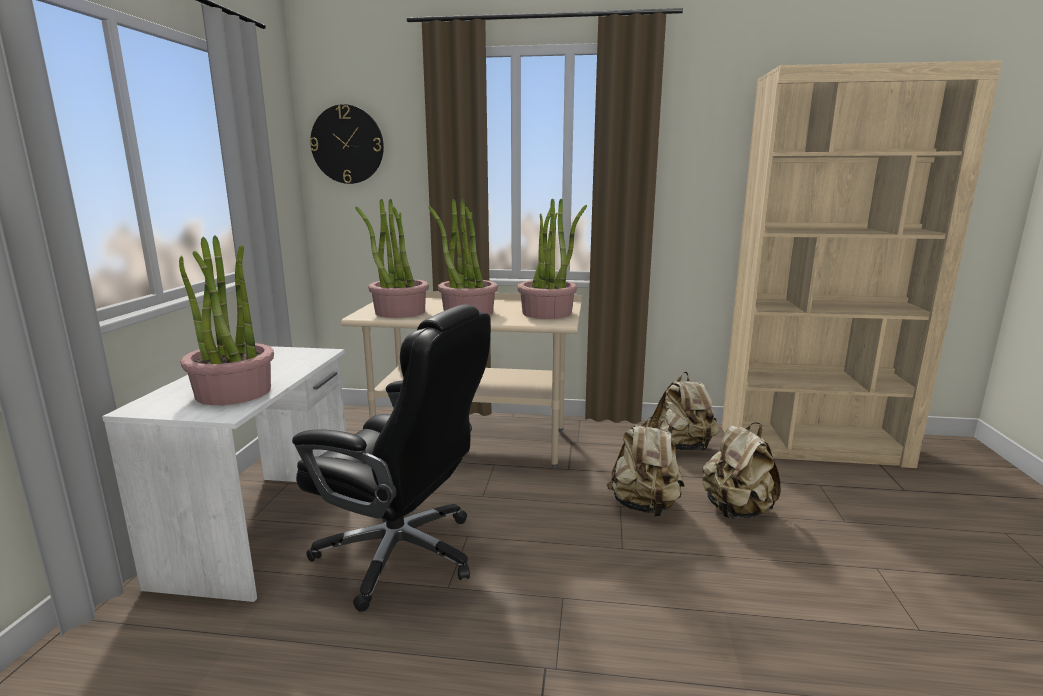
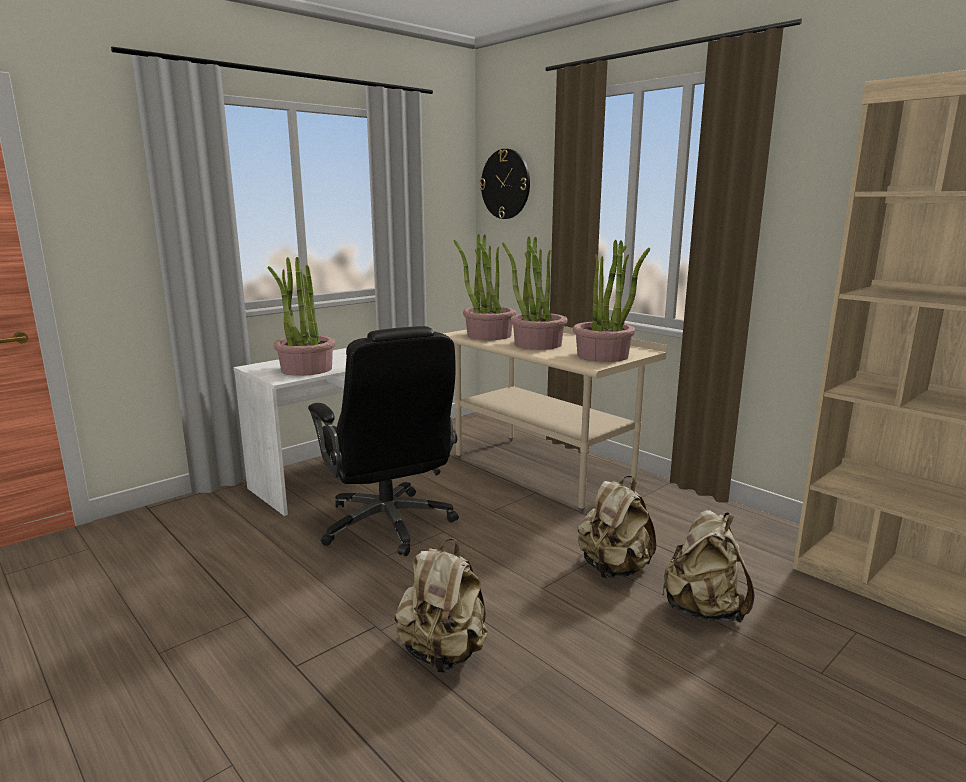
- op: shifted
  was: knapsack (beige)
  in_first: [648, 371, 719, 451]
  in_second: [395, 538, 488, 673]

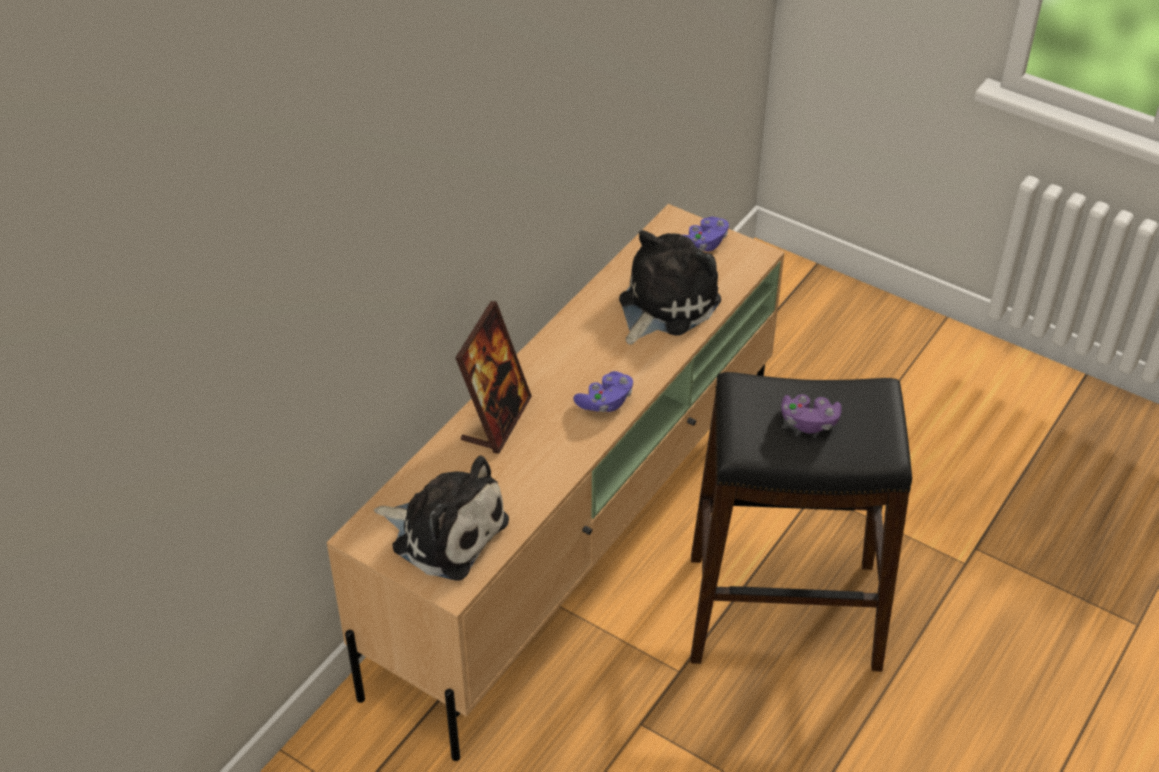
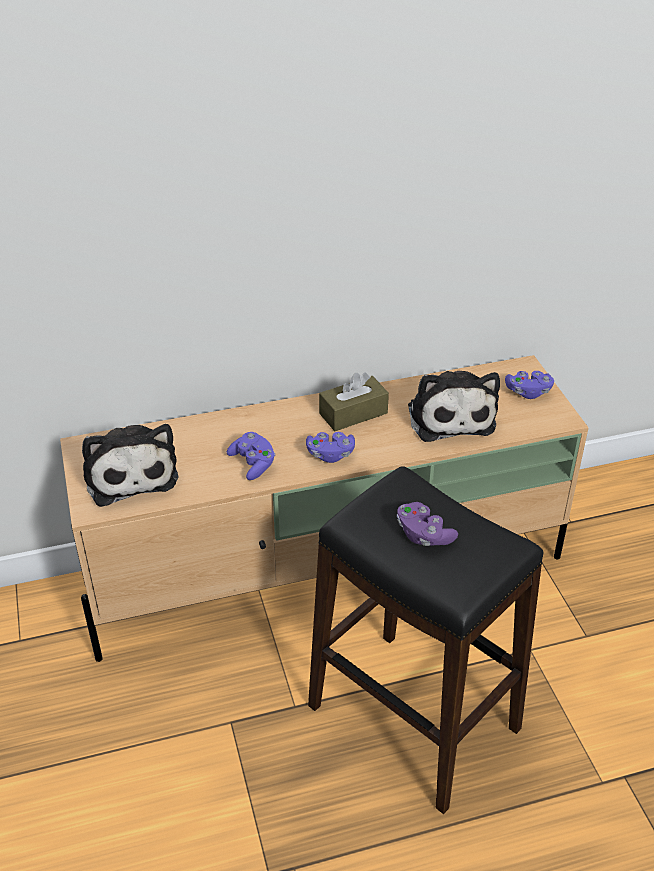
- op: gone
  was: picture frame
  in_first: [455, 301, 532, 454]
- op: rotated
  was: plush toy
  in_first: [619, 230, 721, 345]
  in_second: [408, 371, 500, 442]
  clockwise: 90
- op: new
  now: gamepad (purple)
  in_second: [227, 432, 275, 480]
- op: new
  now: tissue box (brownish)
  in_second: [319, 372, 389, 431]

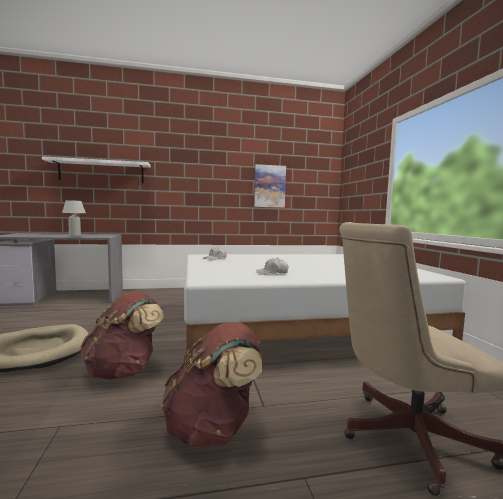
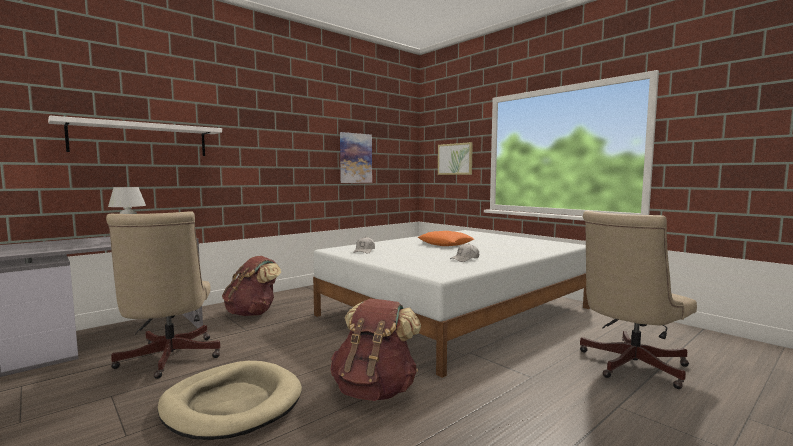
- op: shifted
  was: knapsack (brownish)
  in_first: [161, 322, 263, 447]
  in_second: [222, 256, 281, 316]
- op: new
  now: office chair (beige)
  in_second: [106, 211, 220, 379]
- op: new
  now: throw pillow (orangey)
  in_second: [418, 231, 474, 246]
- op: new
  now: wall art
  in_second: [438, 142, 473, 175]

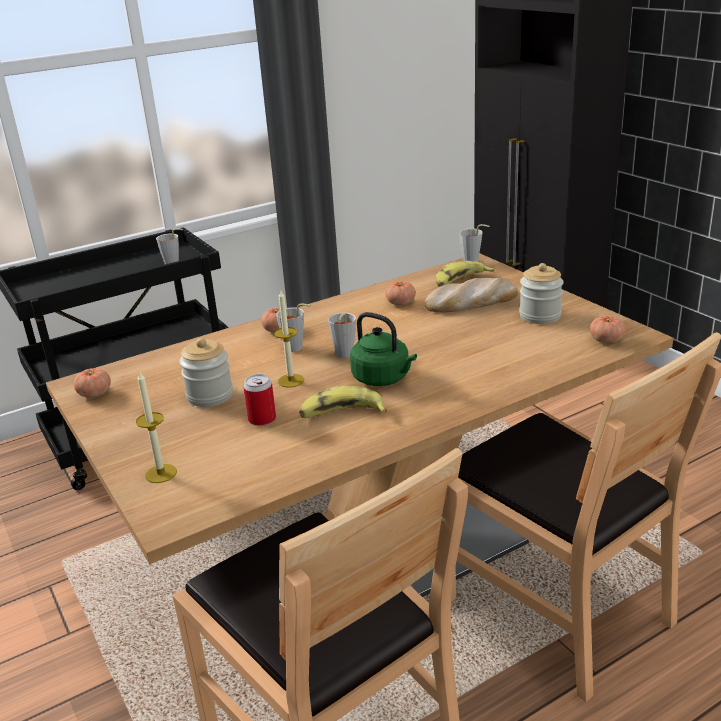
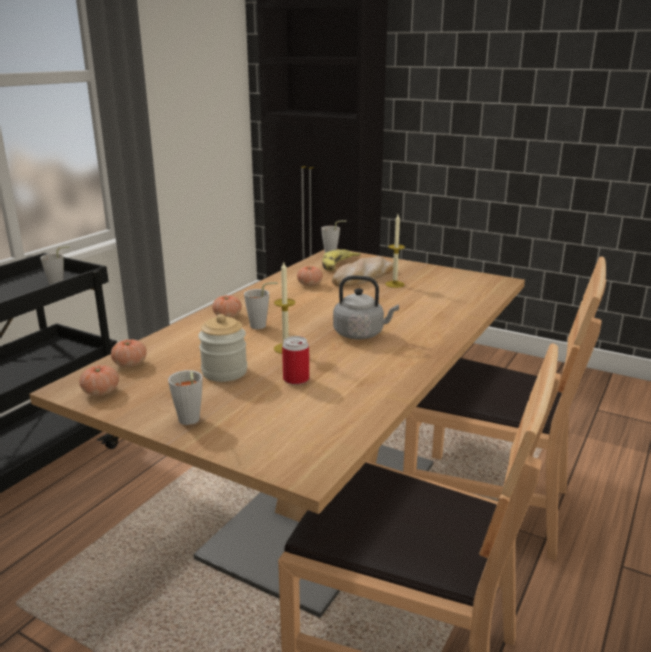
- op: shifted
  was: wax light
  in_first: [136, 371, 177, 483]
  in_second: [385, 215, 405, 288]
- op: gone
  was: whole banana
  in_first: [299, 386, 387, 418]
- op: shifted
  was: drinking cup (greyish)
  in_first: [328, 312, 356, 358]
  in_second: [168, 370, 203, 425]
- op: repainted
  was: water kettle (green)
  now: water kettle (greyish)
  in_first: [350, 312, 417, 386]
  in_second: [333, 275, 399, 339]
- op: gone
  was: storage jar
  in_first: [519, 263, 564, 324]
- op: shifted
  was: whole tomato
  in_first: [590, 316, 625, 343]
  in_second: [111, 339, 147, 367]

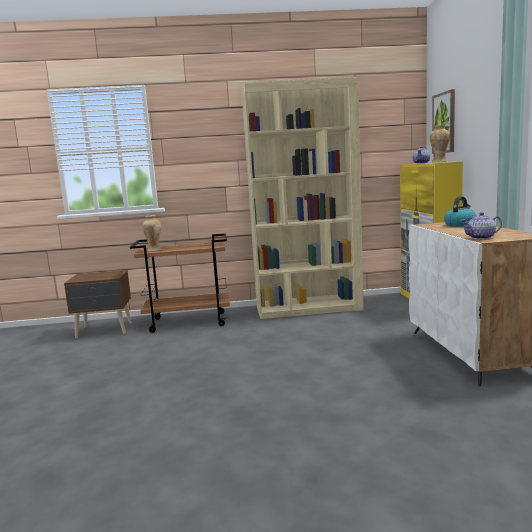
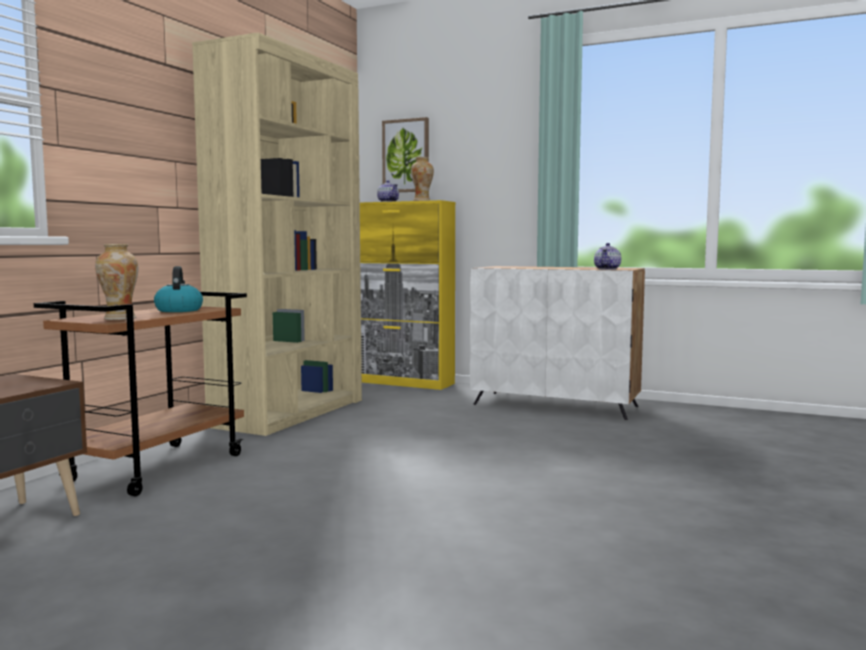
- op: shifted
  was: water kettle
  in_first: [444, 196, 476, 227]
  in_second: [154, 266, 203, 312]

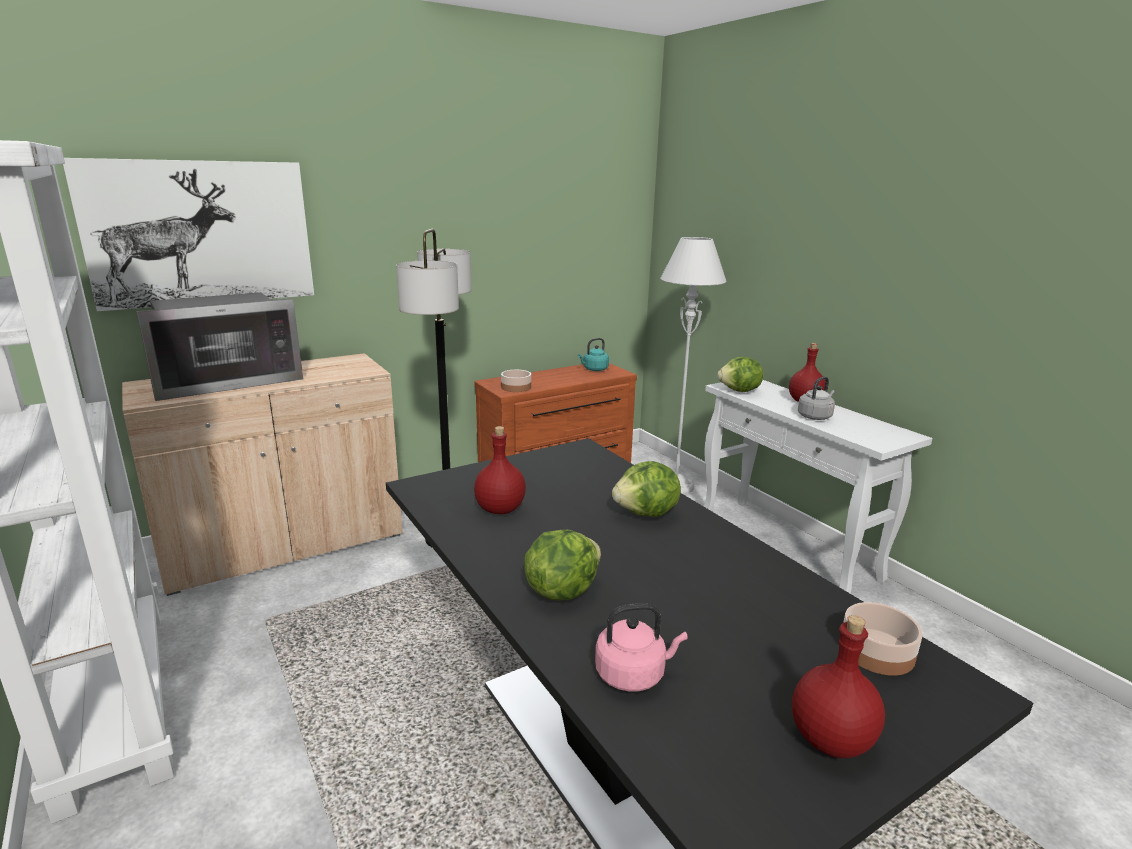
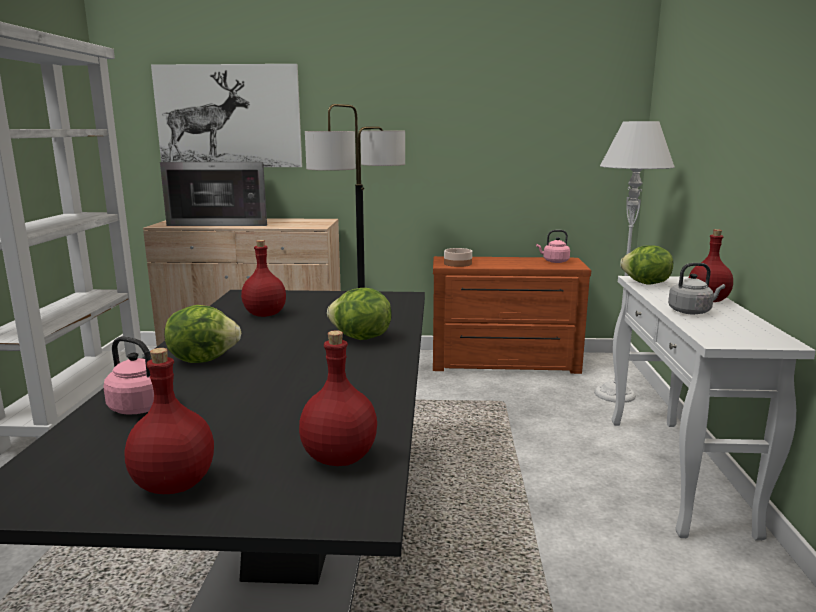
- op: repainted
  was: water kettle (turquoise)
  now: water kettle (pink-coloured)
  in_first: [578, 338, 609, 371]
  in_second: [536, 230, 570, 263]
- op: swapped
  was: deep dish
  now: drink bottle (red-coloured)
  in_first: [843, 602, 923, 676]
  in_second: [299, 330, 377, 466]

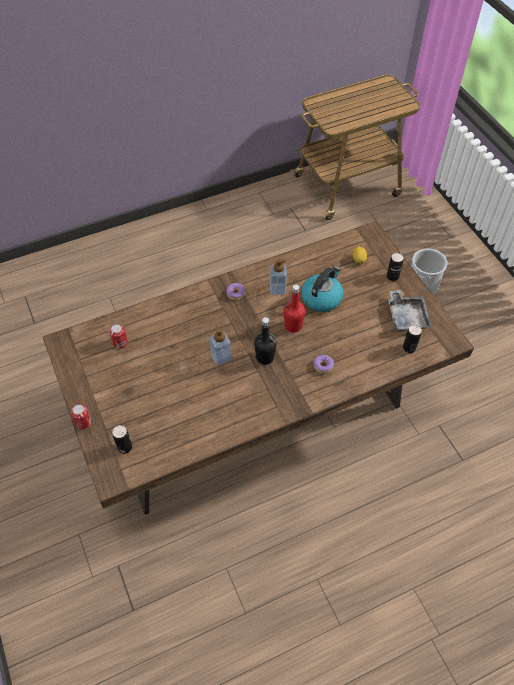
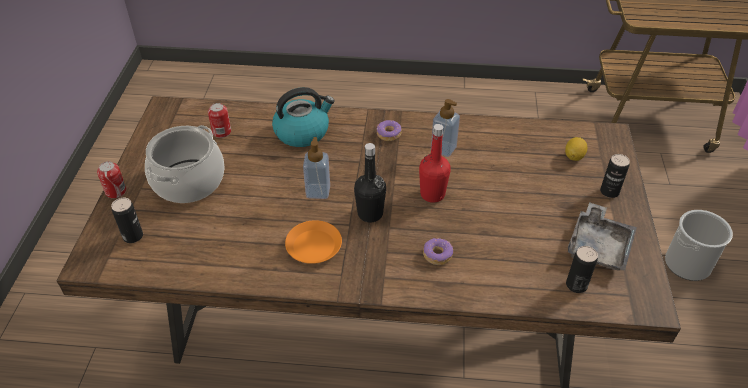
- op: shifted
  was: water kettle
  in_first: [301, 266, 343, 312]
  in_second: [272, 87, 335, 147]
- op: new
  now: saucepot
  in_second: [145, 125, 225, 203]
- op: new
  now: plate (orangey)
  in_second: [285, 220, 342, 264]

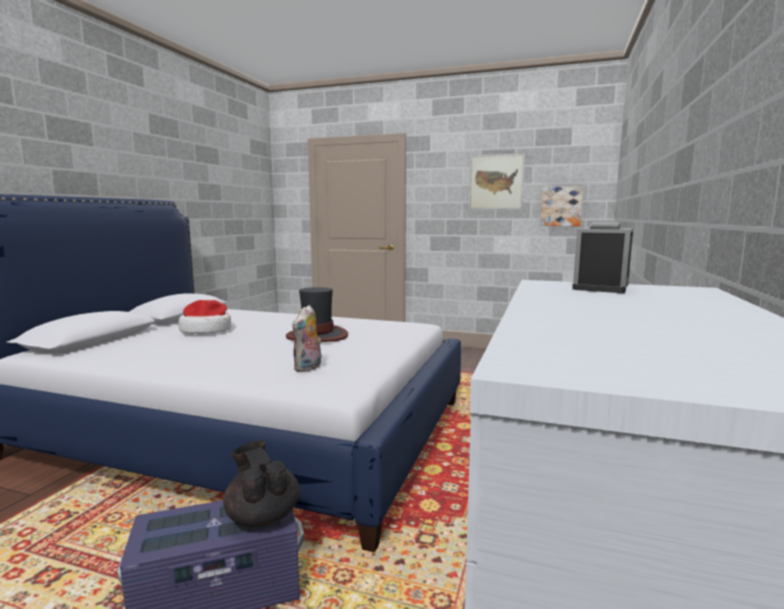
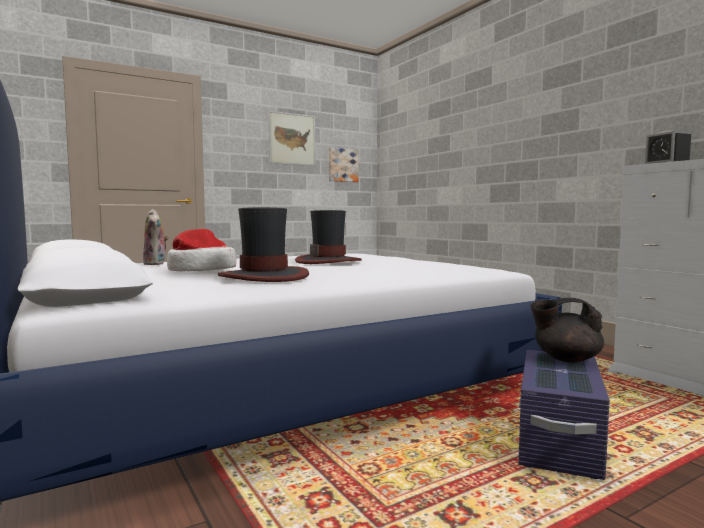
- op: shifted
  was: plush toy
  in_first: [293, 305, 321, 372]
  in_second: [143, 209, 168, 265]
- op: new
  now: clothing hat
  in_second: [218, 207, 309, 282]

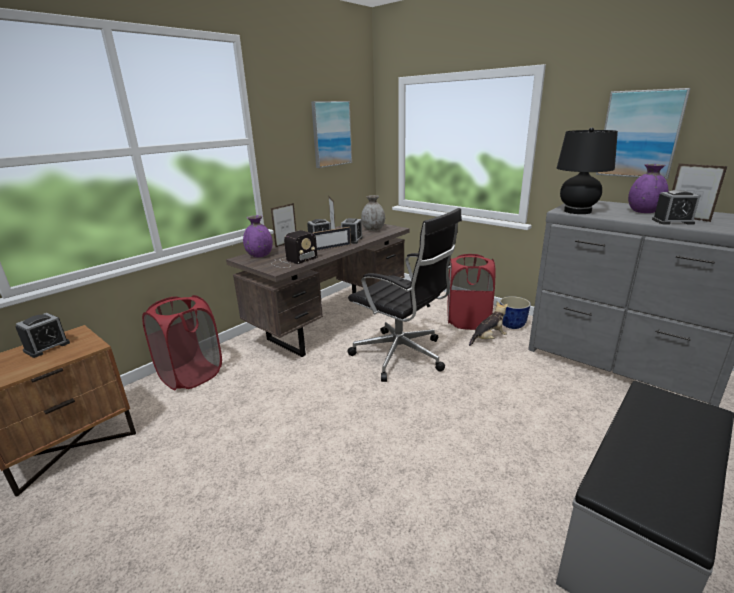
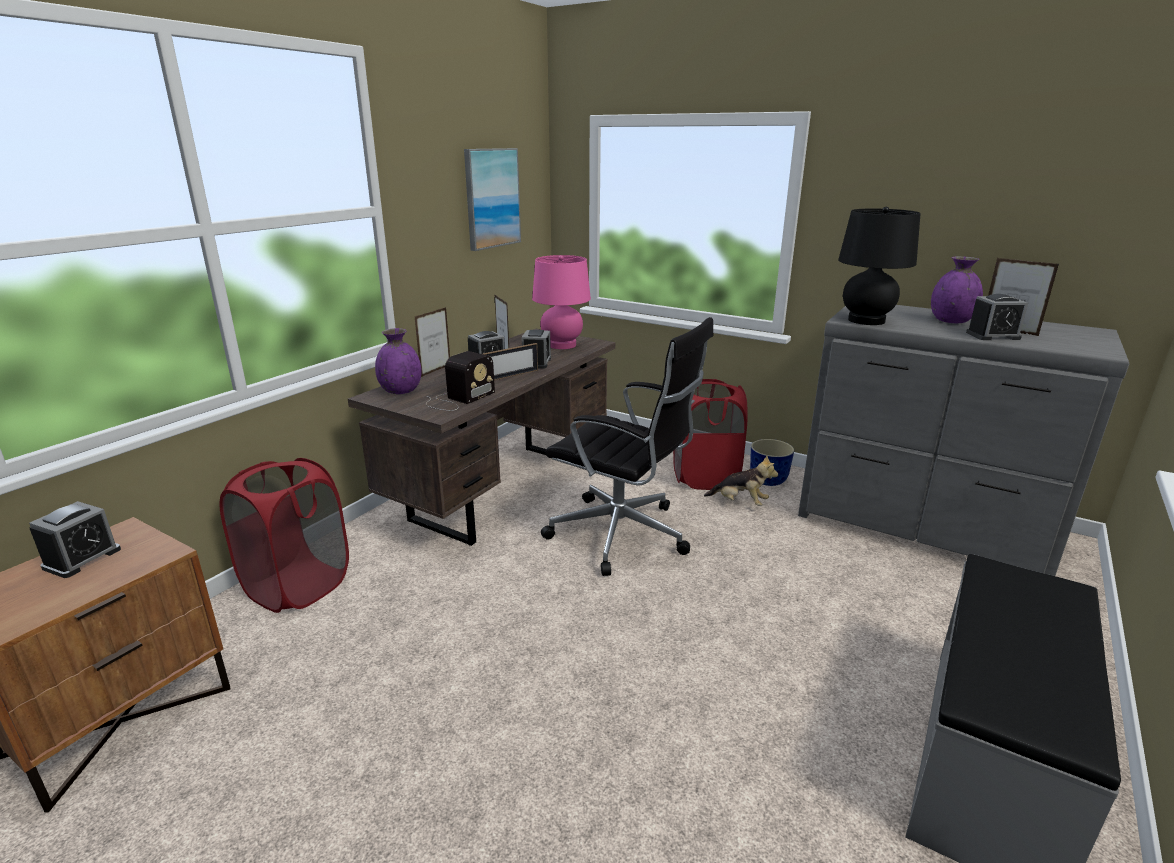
- op: swapped
  was: flower vase (greyish)
  now: tabletop lamp (pink-coloured)
  in_first: [361, 195, 385, 231]
  in_second: [532, 255, 591, 349]
- op: rotated
  was: plush toy
  in_first: [469, 301, 508, 346]
  in_second: [704, 455, 778, 506]
  clockwise: 60
- op: gone
  was: wall art
  in_first: [596, 88, 690, 179]

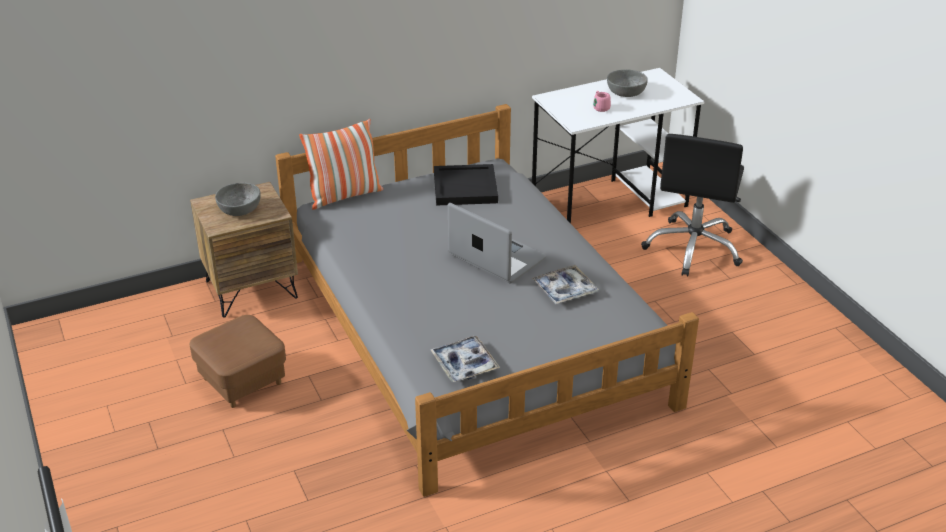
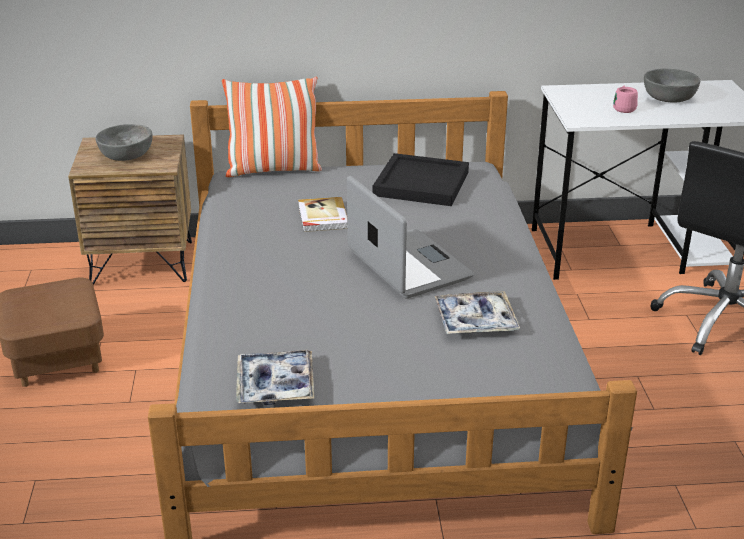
- op: new
  now: book
  in_second: [298, 197, 347, 232]

